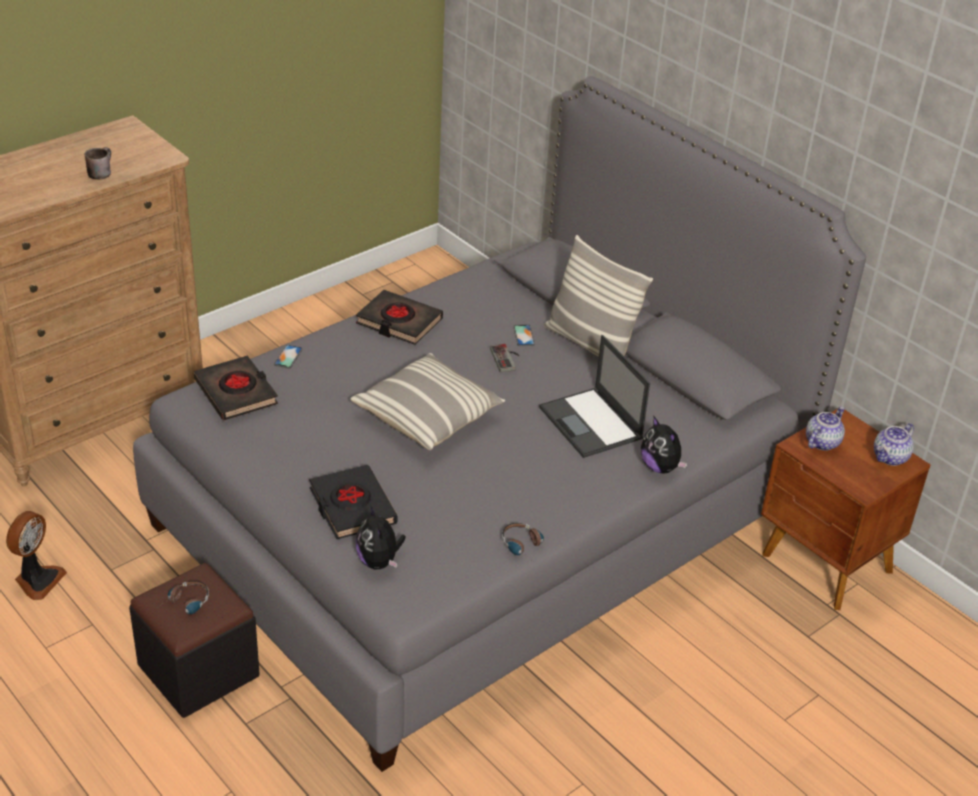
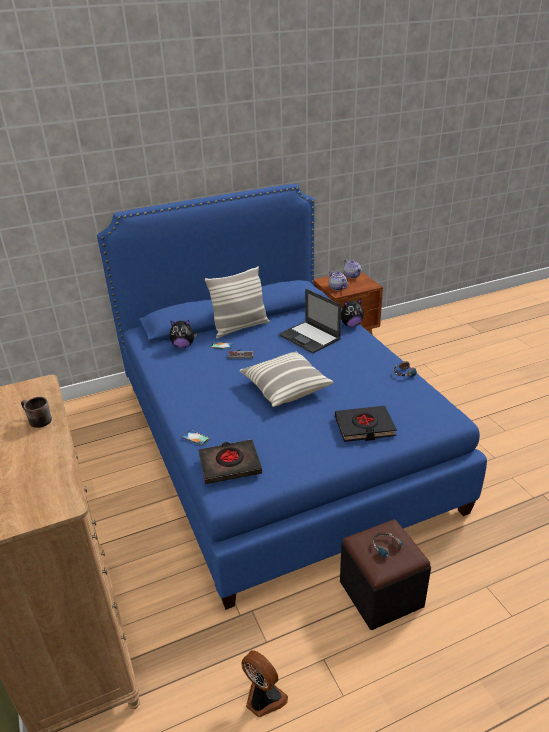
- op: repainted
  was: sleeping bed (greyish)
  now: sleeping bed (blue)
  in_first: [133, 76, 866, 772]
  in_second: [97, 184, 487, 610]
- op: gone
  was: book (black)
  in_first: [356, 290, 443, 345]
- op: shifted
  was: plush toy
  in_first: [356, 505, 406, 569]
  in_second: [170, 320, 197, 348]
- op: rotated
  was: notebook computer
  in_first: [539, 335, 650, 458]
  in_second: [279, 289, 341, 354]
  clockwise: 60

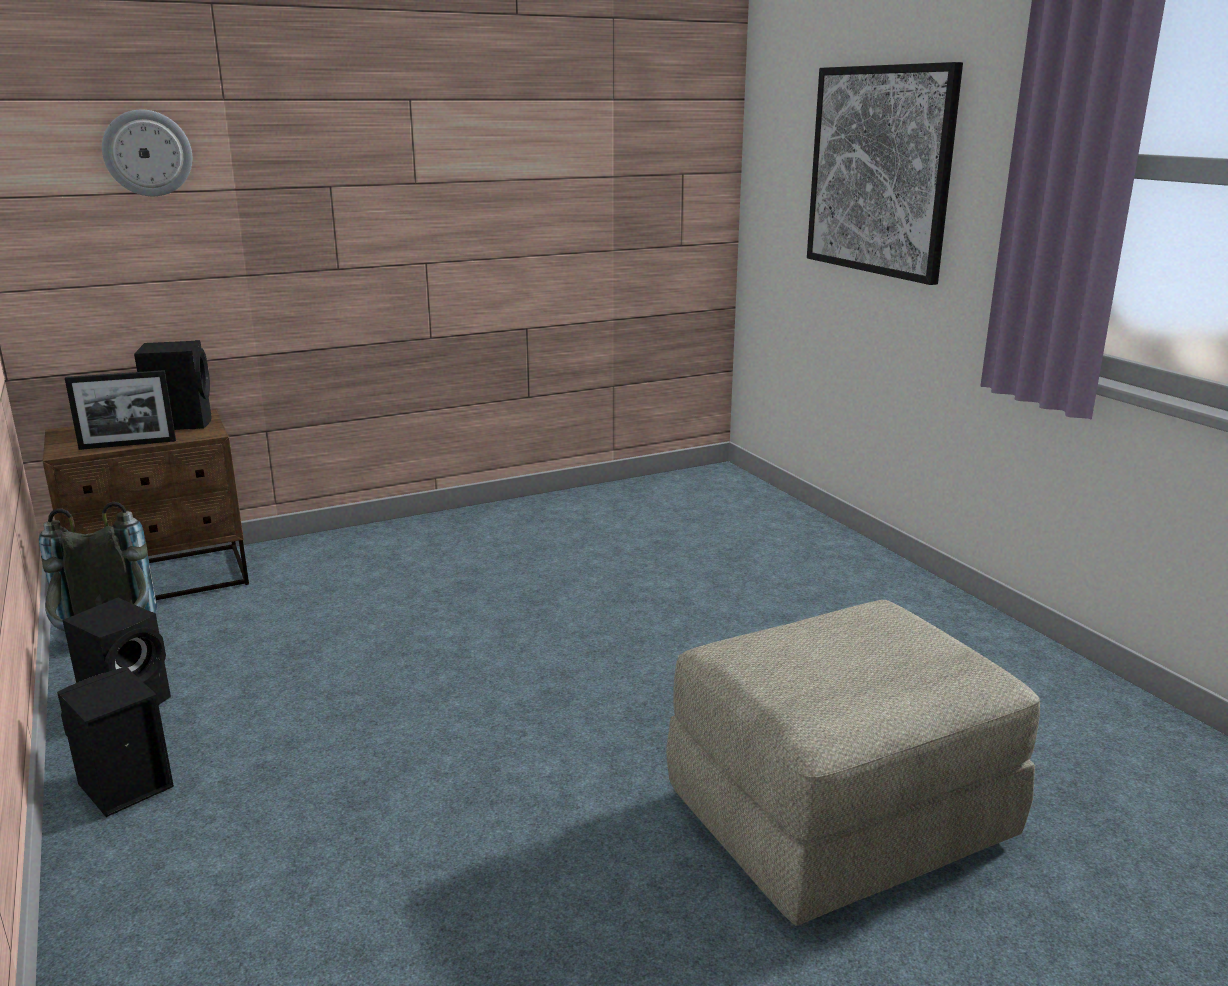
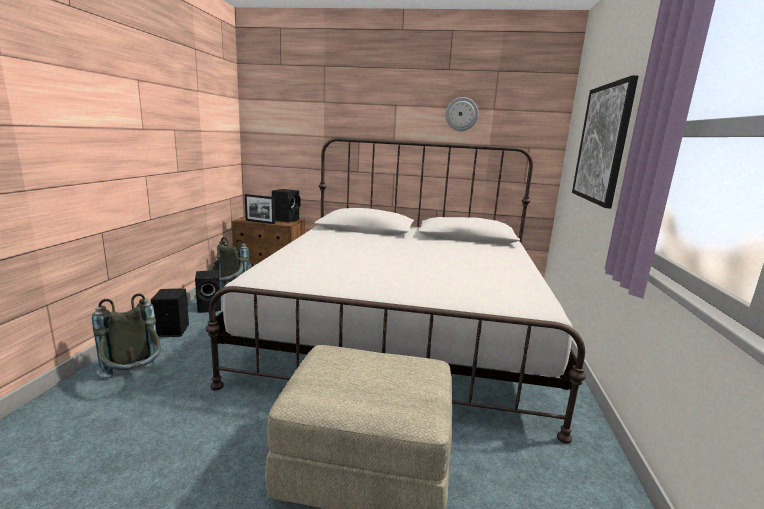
- op: shifted
  was: wall clock
  in_first: [102, 110, 192, 196]
  in_second: [445, 97, 478, 131]
- op: new
  now: knapsack (greyish)
  in_second: [92, 293, 161, 378]
- op: new
  now: sleeping bed (whitish)
  in_second: [206, 138, 586, 444]

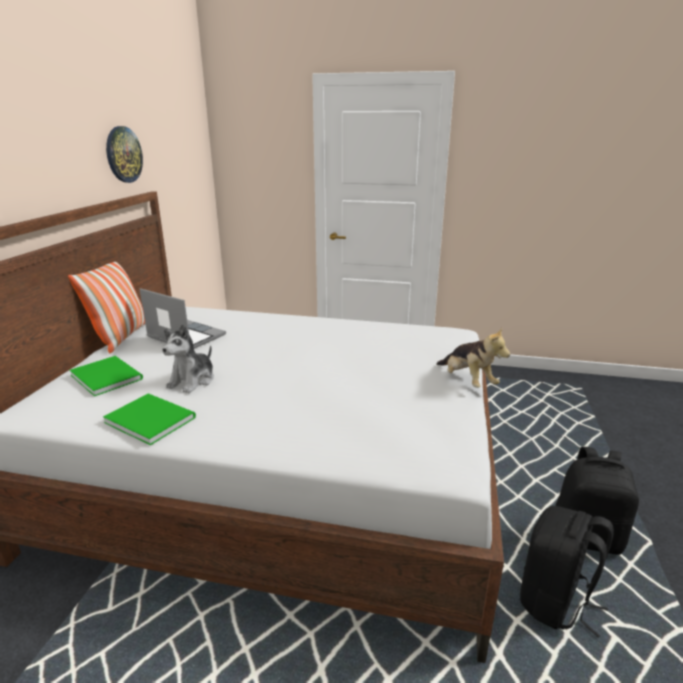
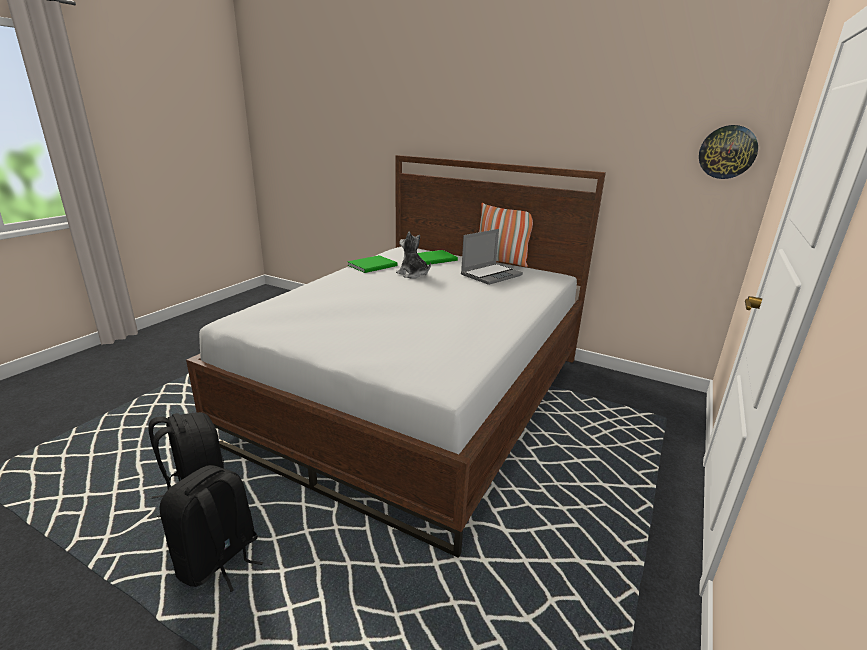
- op: shifted
  was: wall clock
  in_first: [106, 126, 143, 183]
  in_second: [699, 125, 758, 179]
- op: gone
  was: plush toy
  in_first: [436, 328, 510, 388]

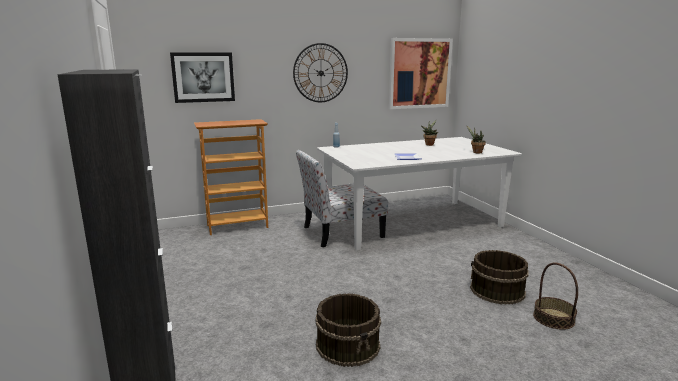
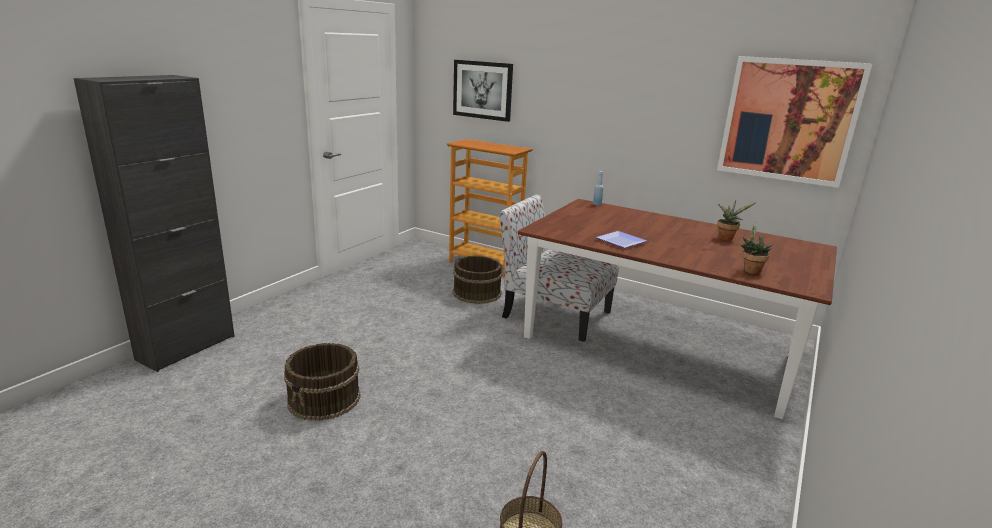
- op: gone
  was: wall clock
  in_first: [293, 43, 348, 102]
- op: repainted
  was: kitchen table (whitish)
  now: kitchen table (brownish)
  in_first: [317, 137, 522, 250]
  in_second: [518, 199, 837, 419]
- op: shifted
  was: bucket (brownish)
  in_first: [470, 250, 529, 305]
  in_second: [453, 256, 503, 304]

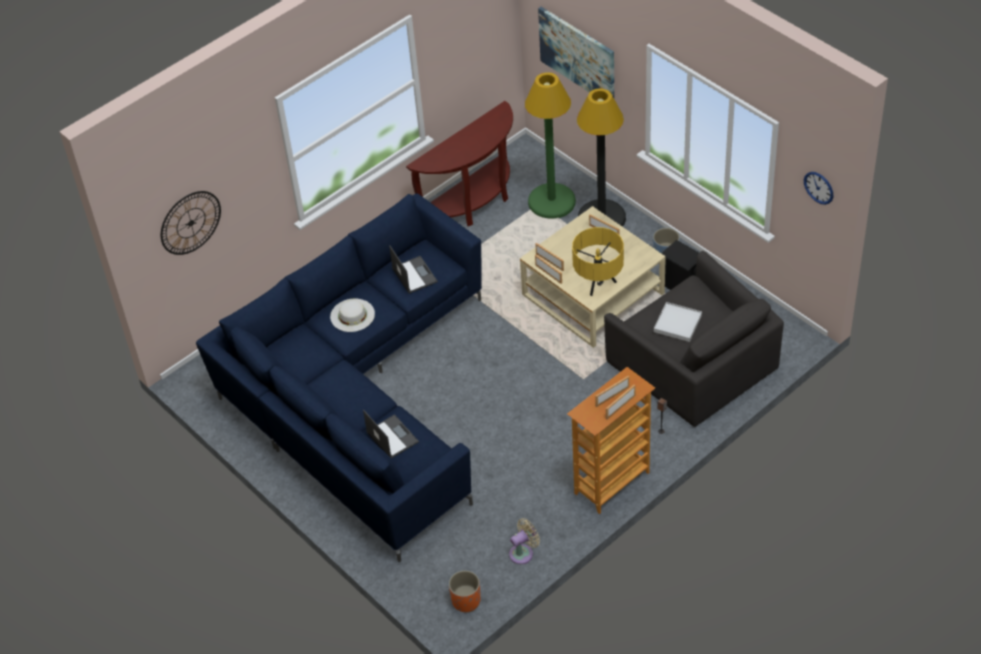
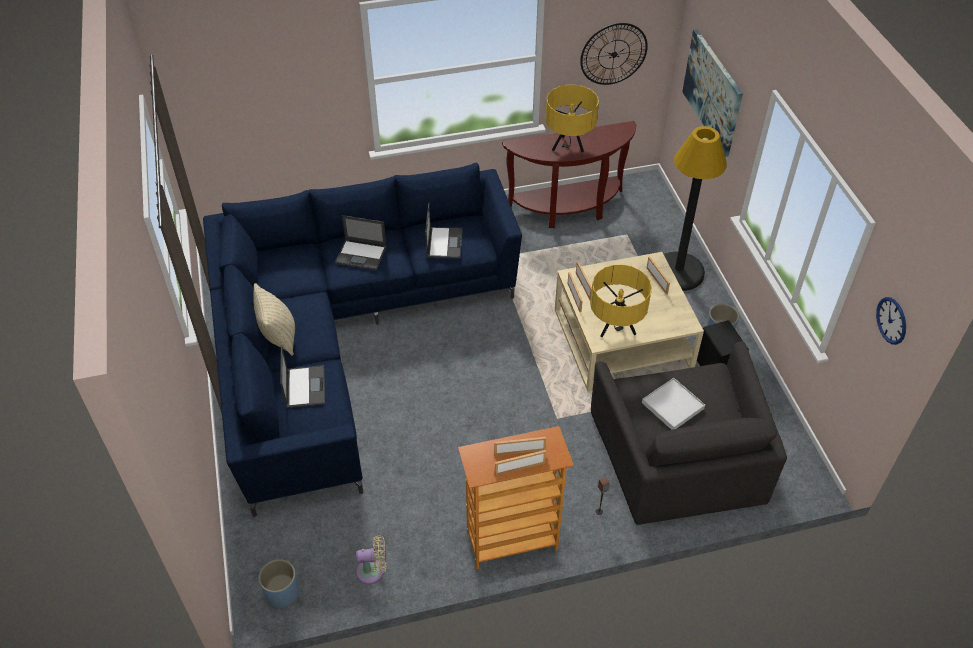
- op: shifted
  was: wall clock
  in_first: [161, 191, 221, 255]
  in_second: [580, 23, 648, 85]
- op: swapped
  was: clothing hat (whitish)
  now: notebook computer
  in_first: [330, 298, 375, 332]
  in_second: [335, 215, 387, 270]
- op: repainted
  was: flower pot (orangey)
  now: flower pot (blue)
  in_first: [449, 570, 480, 612]
  in_second: [259, 559, 299, 608]
- op: gone
  was: standing lamp (green)
  in_first: [525, 72, 576, 218]
- op: new
  now: throw pillow (beige)
  in_second: [253, 283, 295, 356]
- op: new
  now: tabletop lamp (yellow-coloured)
  in_second: [546, 85, 599, 152]

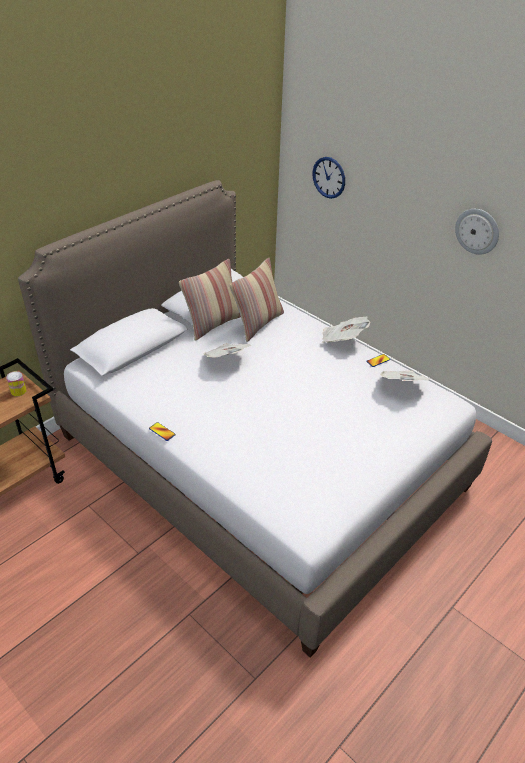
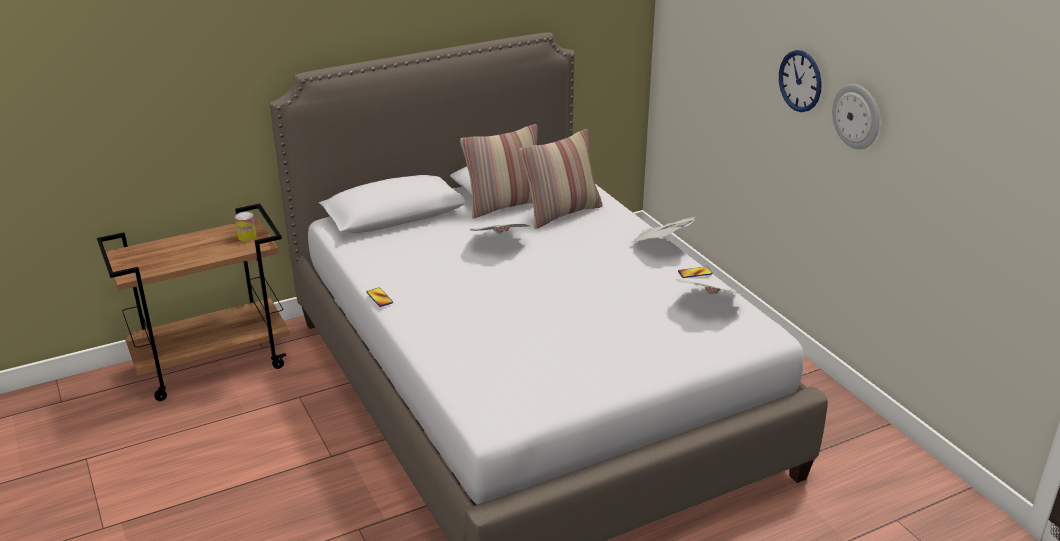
- op: shifted
  was: wall clock
  in_first: [312, 157, 345, 199]
  in_second: [779, 50, 822, 112]

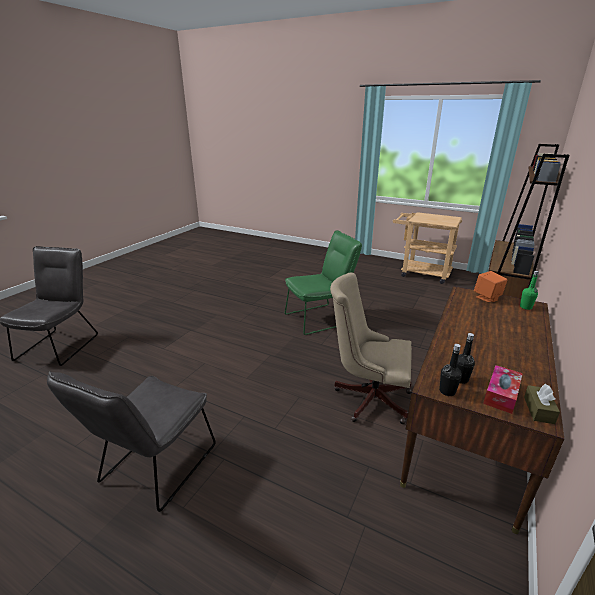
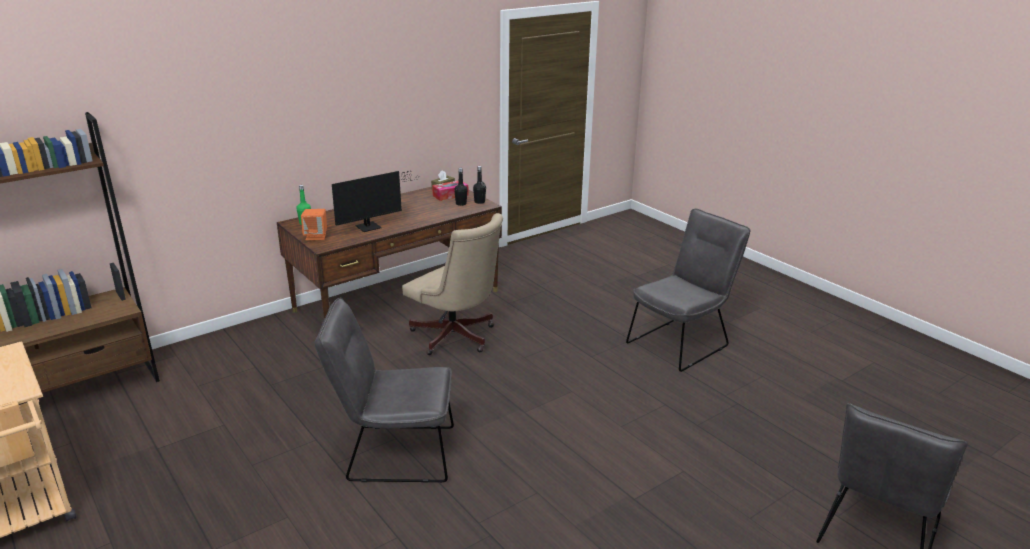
- op: repainted
  was: chair (green)
  now: chair (greyish)
  in_first: [285, 230, 362, 335]
  in_second: [315, 297, 454, 482]
- op: new
  now: monitor
  in_second: [332, 171, 419, 232]

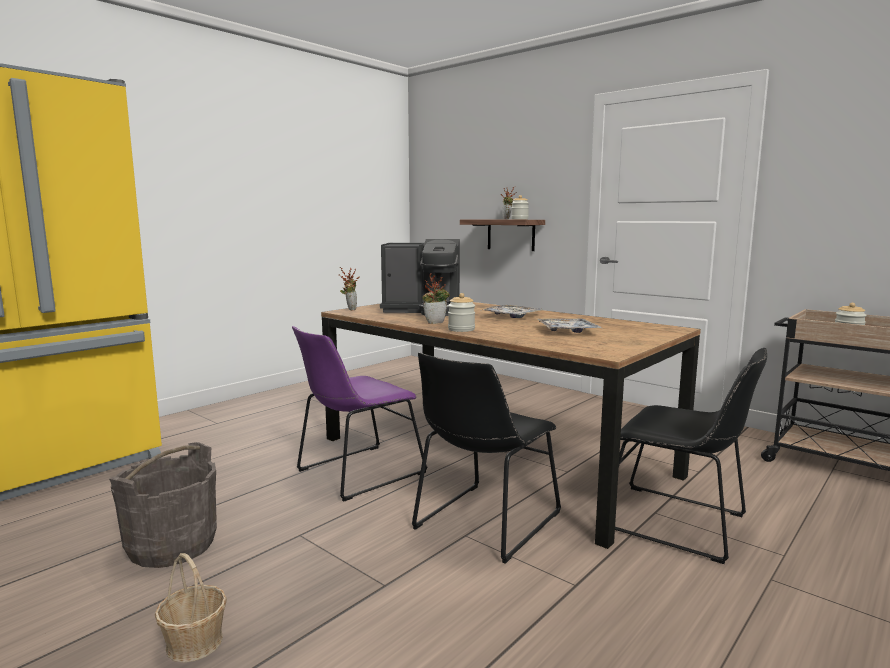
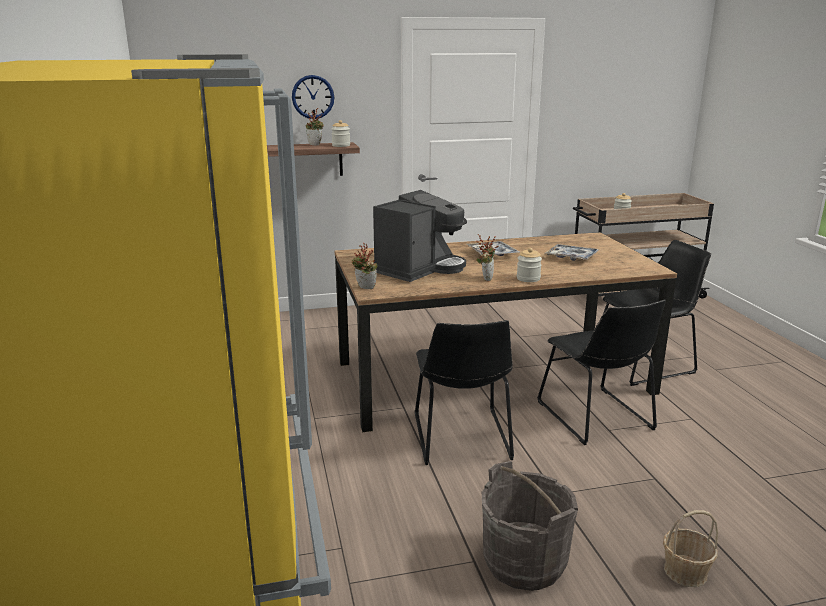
- op: repainted
  was: chair (purple)
  now: chair (black)
  in_first: [292, 326, 427, 502]
  in_second: [415, 320, 514, 465]
- op: new
  now: wall clock
  in_second: [292, 75, 334, 119]

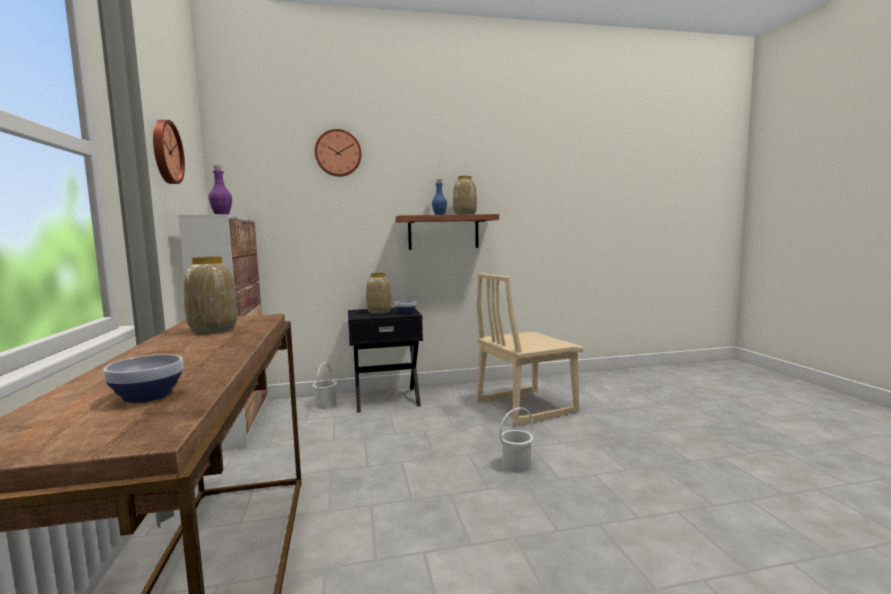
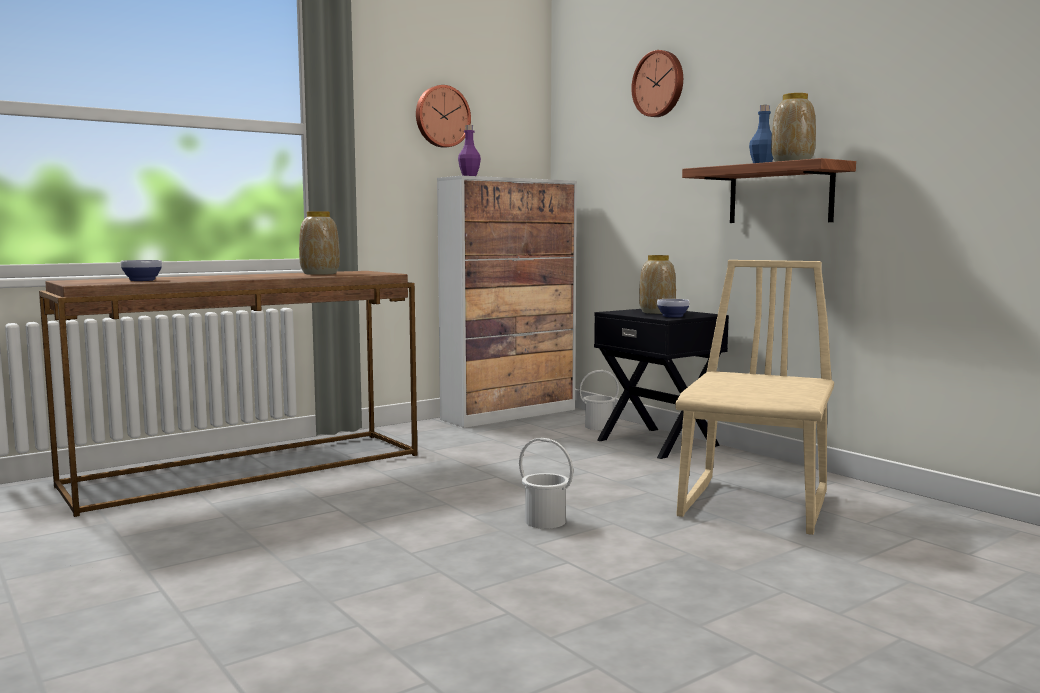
- op: rotated
  was: chair (beige)
  in_first: [476, 273, 584, 425]
  in_second: [675, 260, 834, 535]
  clockwise: 75

